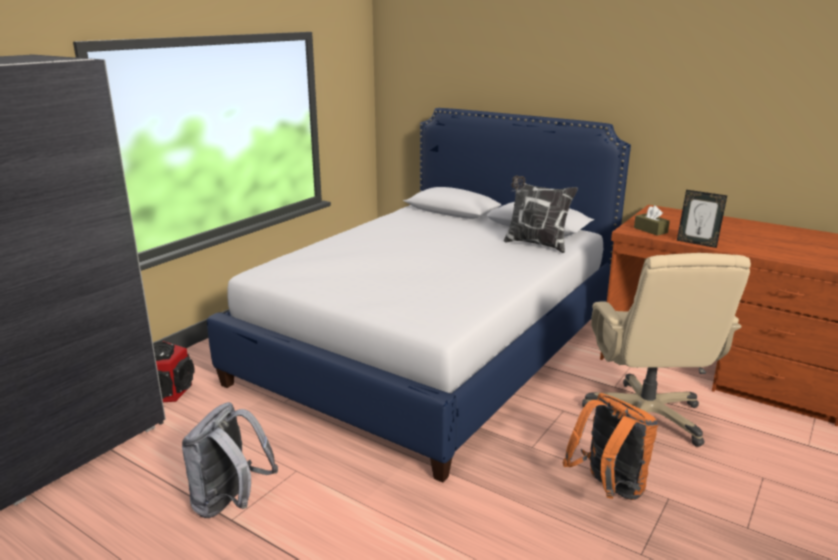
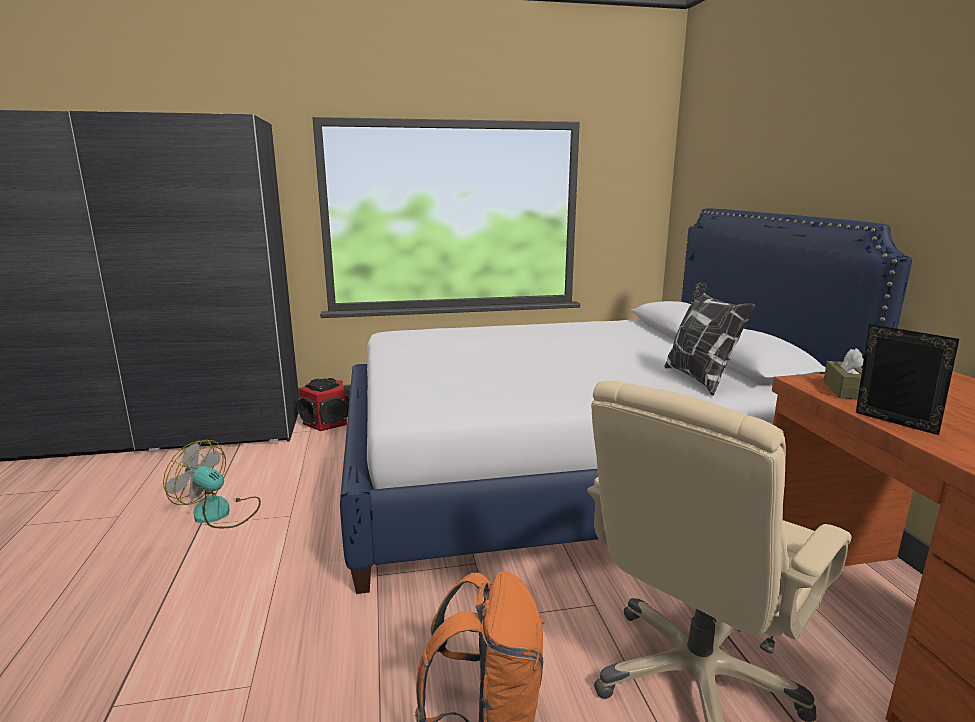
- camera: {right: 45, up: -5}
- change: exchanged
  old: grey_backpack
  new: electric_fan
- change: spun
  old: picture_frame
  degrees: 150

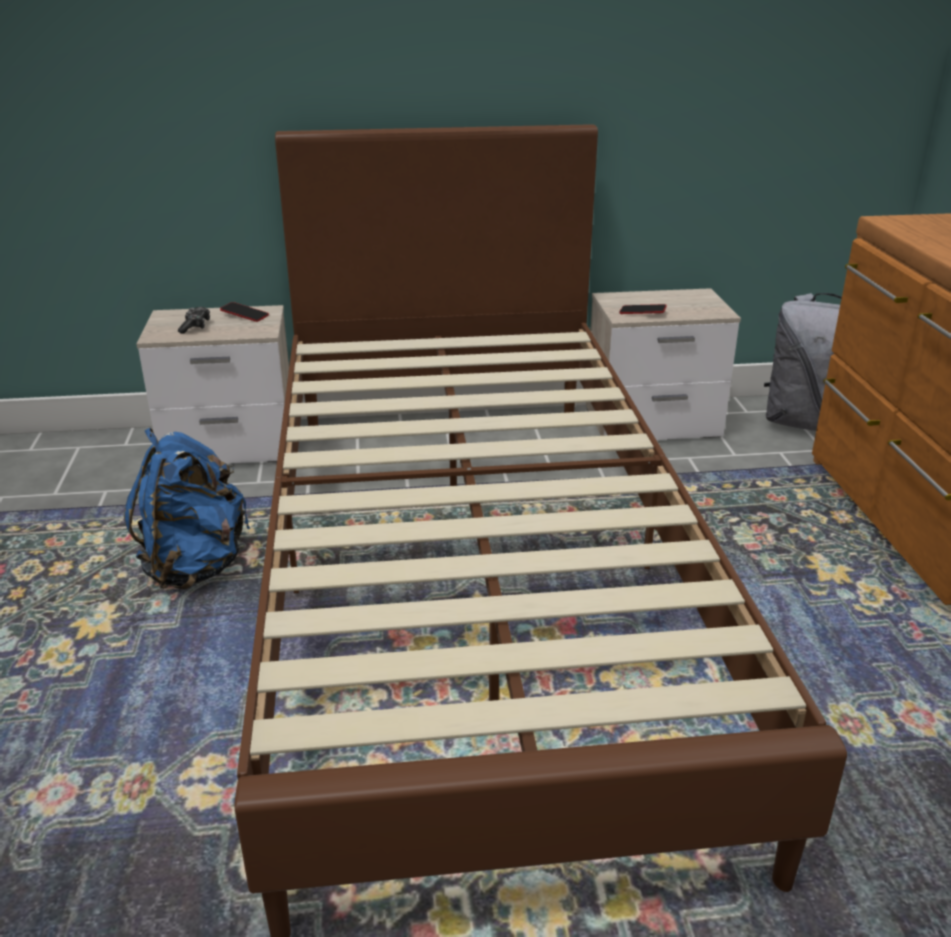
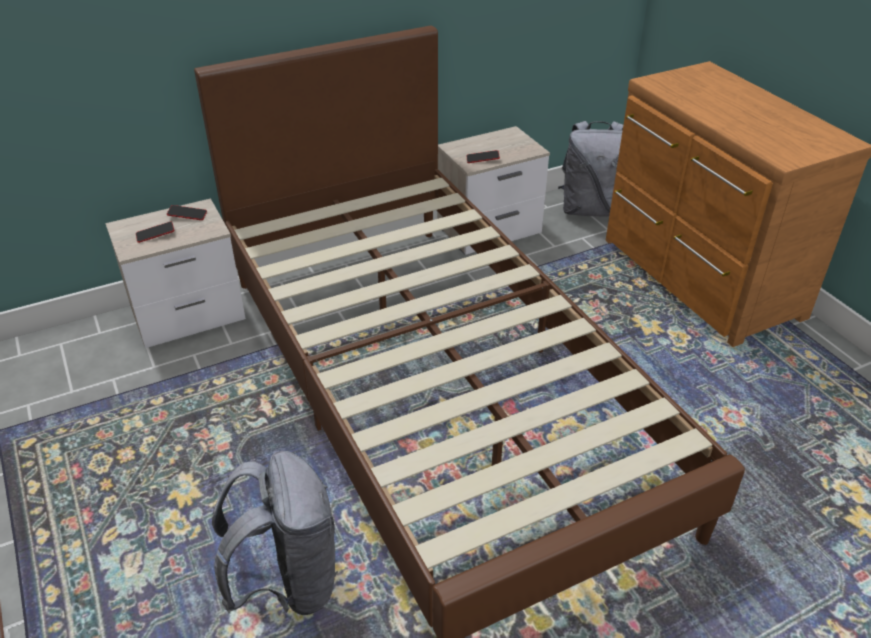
- camera: {right: -20, up: 10}
- change: missing
  old: bluish_backpack
- change: appeared
  new: grey_backpack (no. 1 from left)
- change: exchanged
  old: game_controller
  new: handset (no. 1 from left)

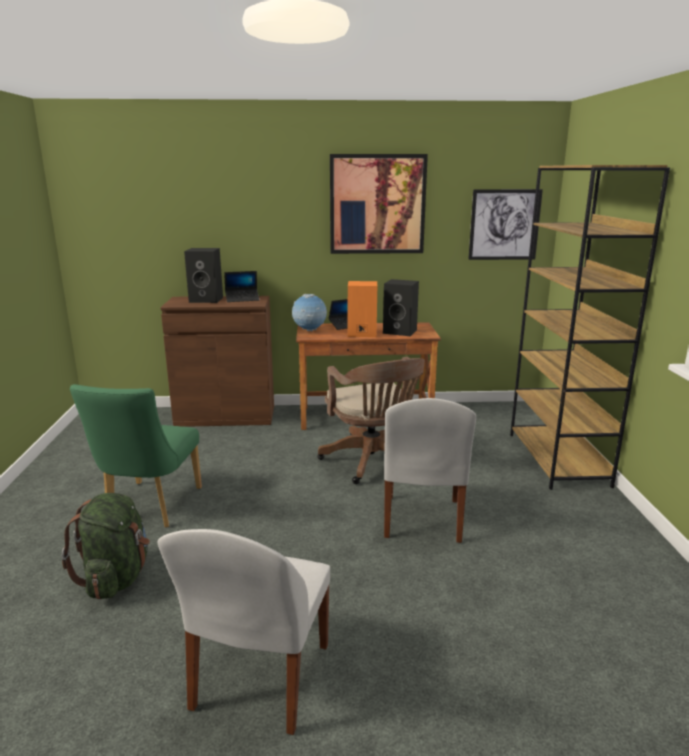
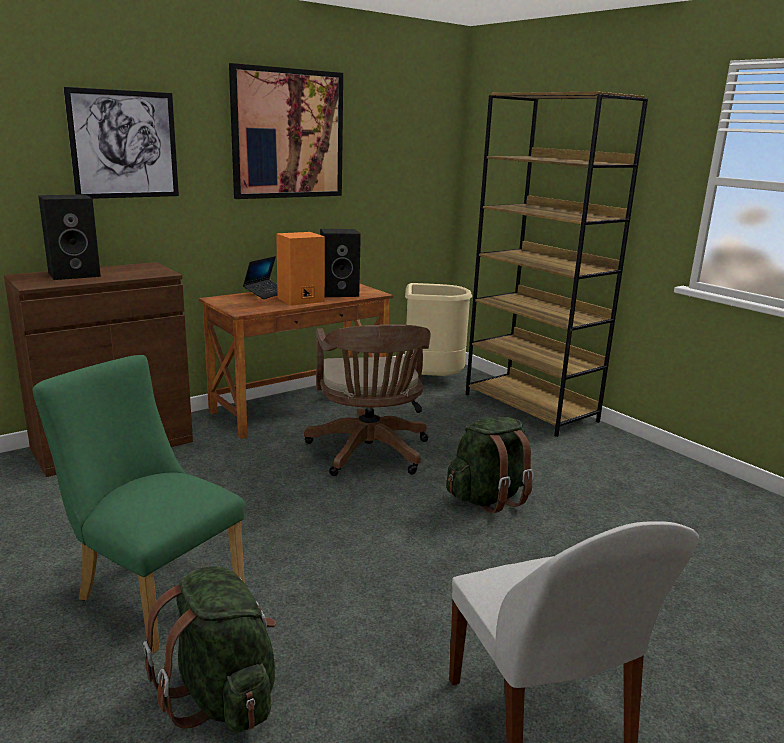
- camera: {right: -35, up: 0}
- change: missing
  old: portable_computer (no. 1 from left)
- change: missing
  old: globe
- change: appeared
  new: beige_waste_bin
- change: relocated
  old: wall_art (no. 2 from left in the first image)
  new: wall_art (no. 1 from left)
- change: exchanged
  old: white_upright_chair (no. 2 from left)
  new: green_backpack (no. 2 from left)
- change: spun
  old: green_upright_chair
  degrees: 150
- change: spun
  old: brownish_desk_chair
  degrees: 45

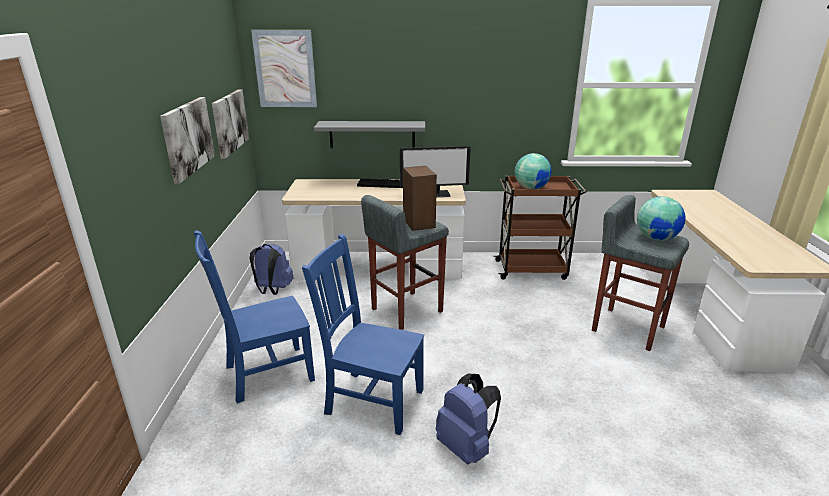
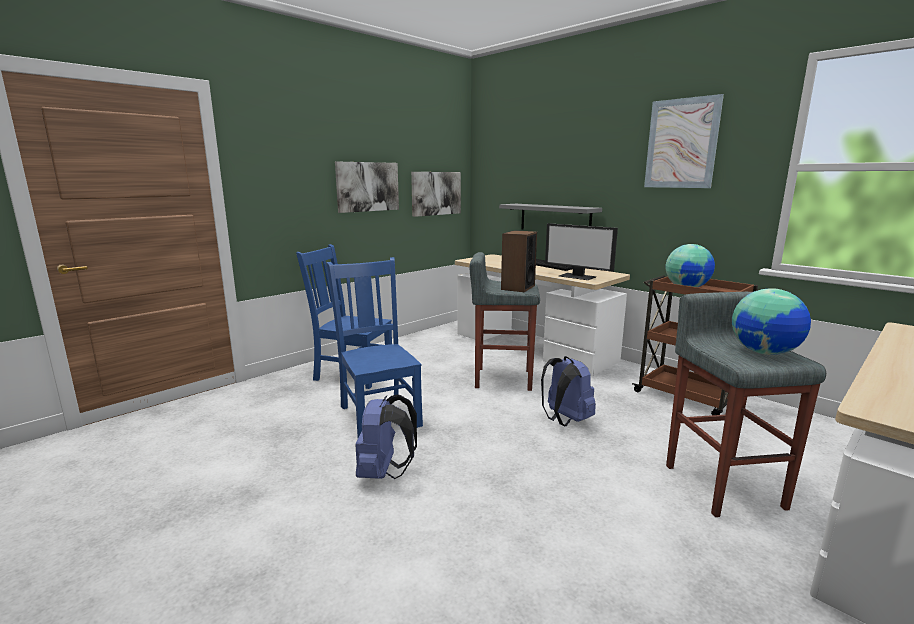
- camera: {right: 45, up: -10}
- change: relocated
  old: bluish_backpack (no. 1 from left in the first image)
  new: bluish_backpack (no. 2 from left)
- change: relocated
  old: wall_art (no. 3 from left)

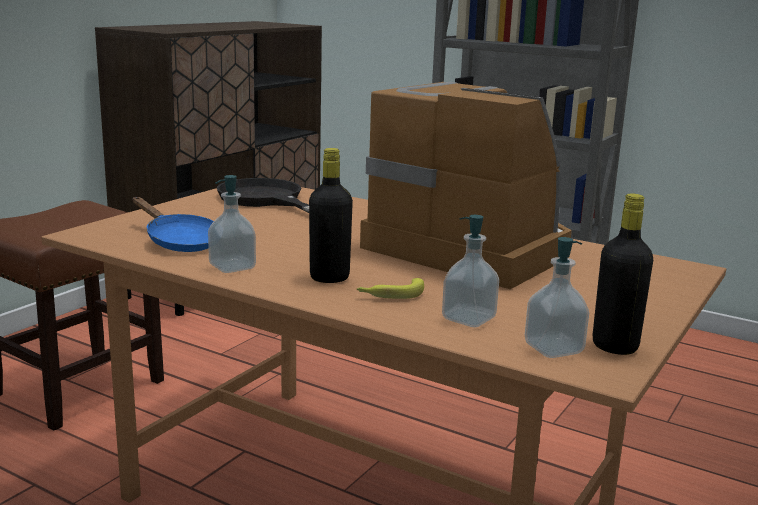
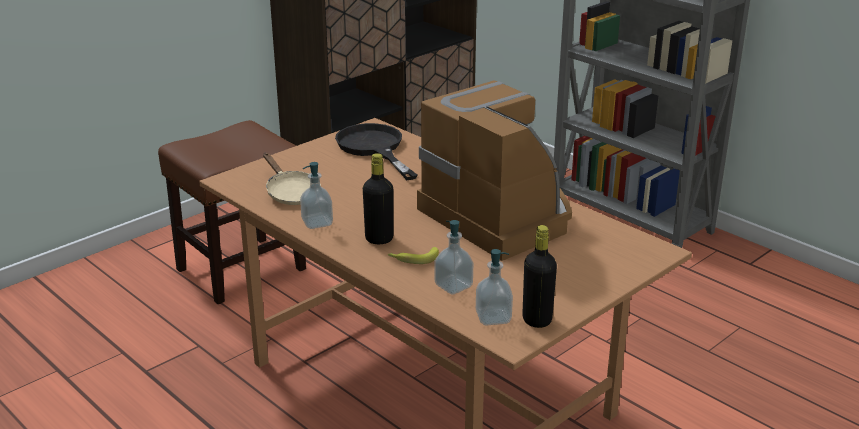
- camera: {right: 15, up: 10}
- change: colour
  old: bluish_pan
  new: beige_pan

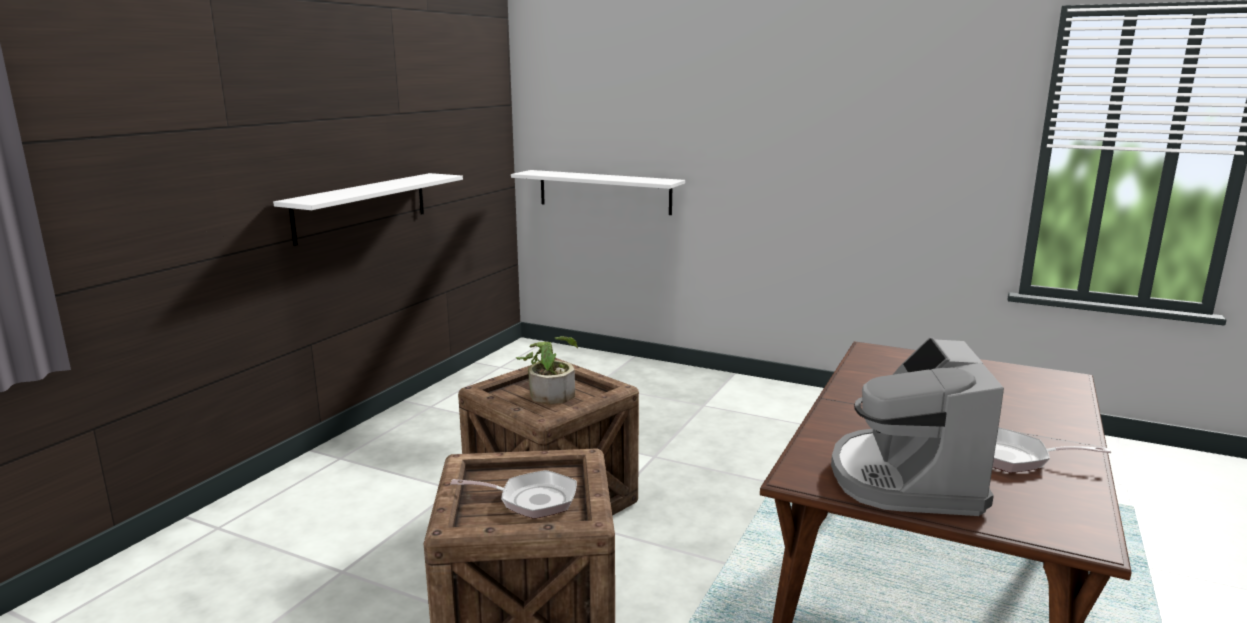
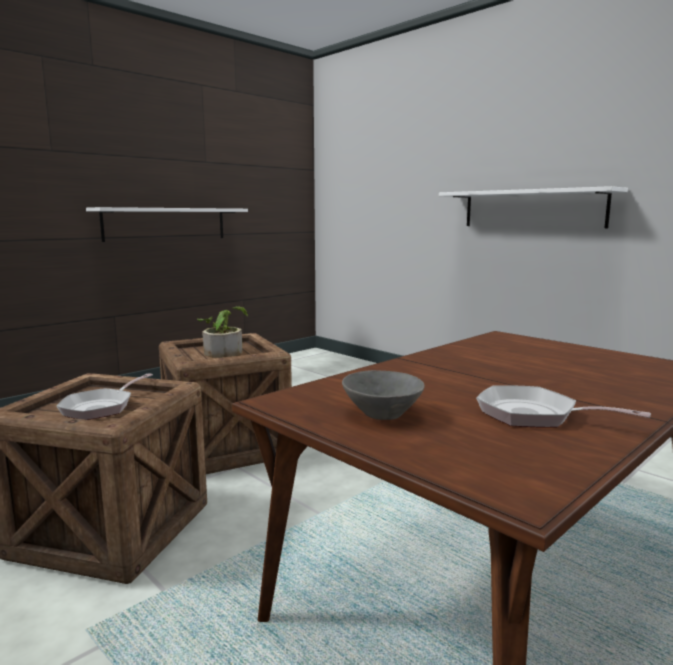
- camera: {right: 20, up: -5}
- change: relocated
  old: white_shelf (no. 2 from left)
- change: exchanged
  old: coffee_maker
  new: grey_deep_dish
- change: spun
  old: pan (no. 1 from left)
  degrees: 90

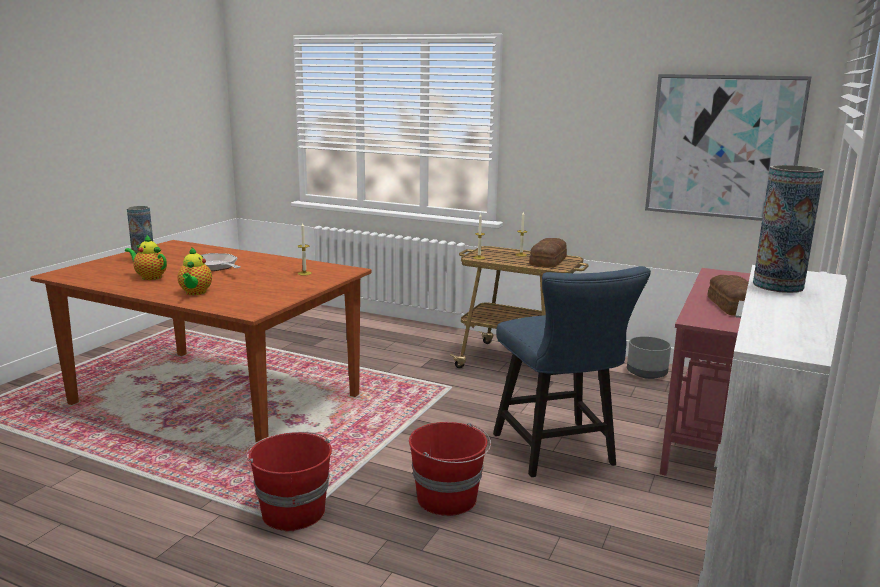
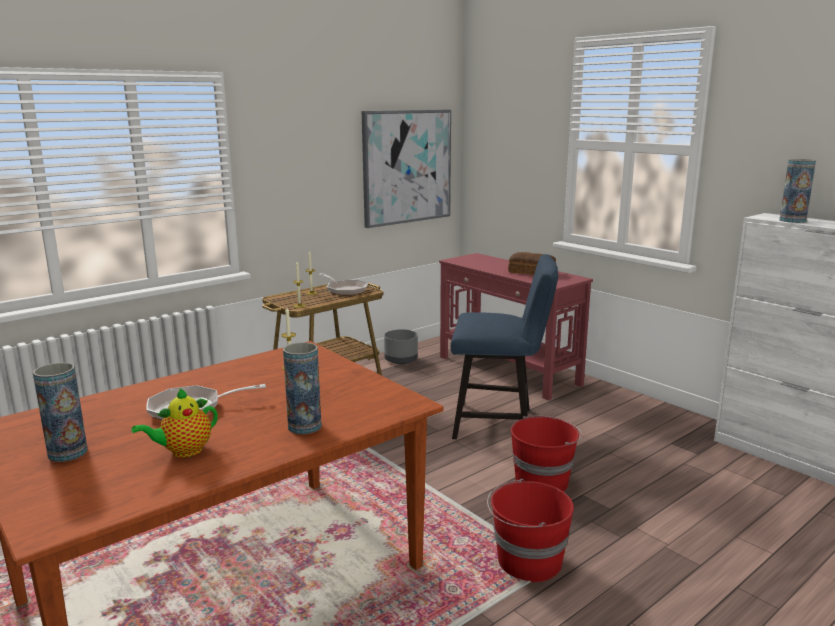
- camera: {right: -65, up: 0}
- change: exchanged
  old: tea_pot (no. 2 from left)
  new: vase (no. 2 from left)
- change: exchanged
  old: baked_bread (no. 1 from left)
  new: pan (no. 2 from left)

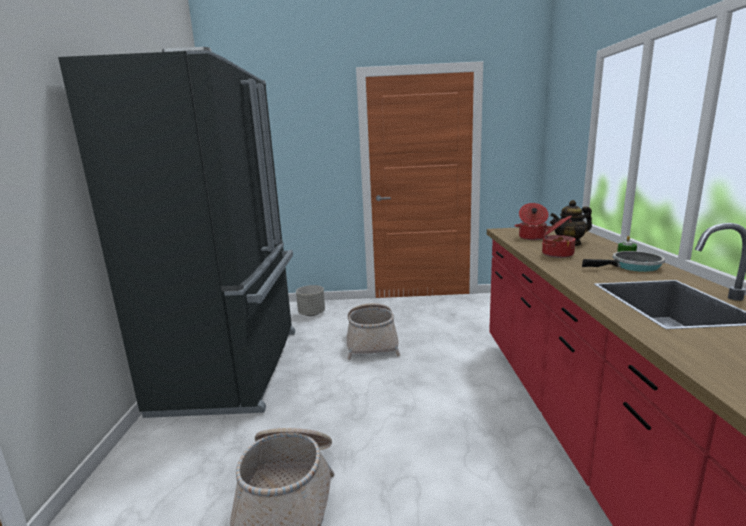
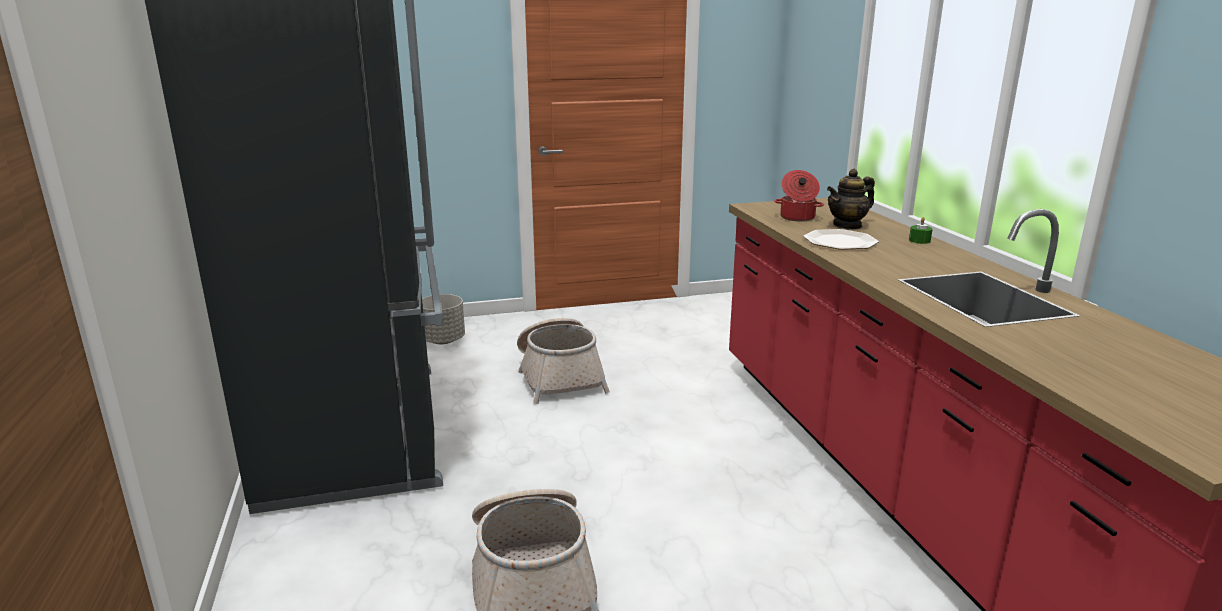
- camera: {right: -15, up: 5}
- change: missing
  old: pan
- change: exchanged
  old: stockpot (no. 2 from left)
  new: flat_dish

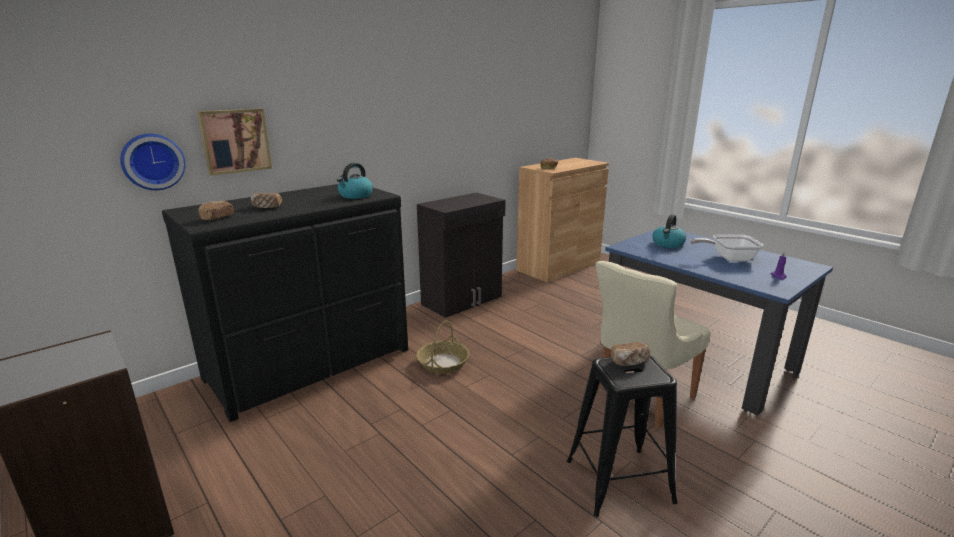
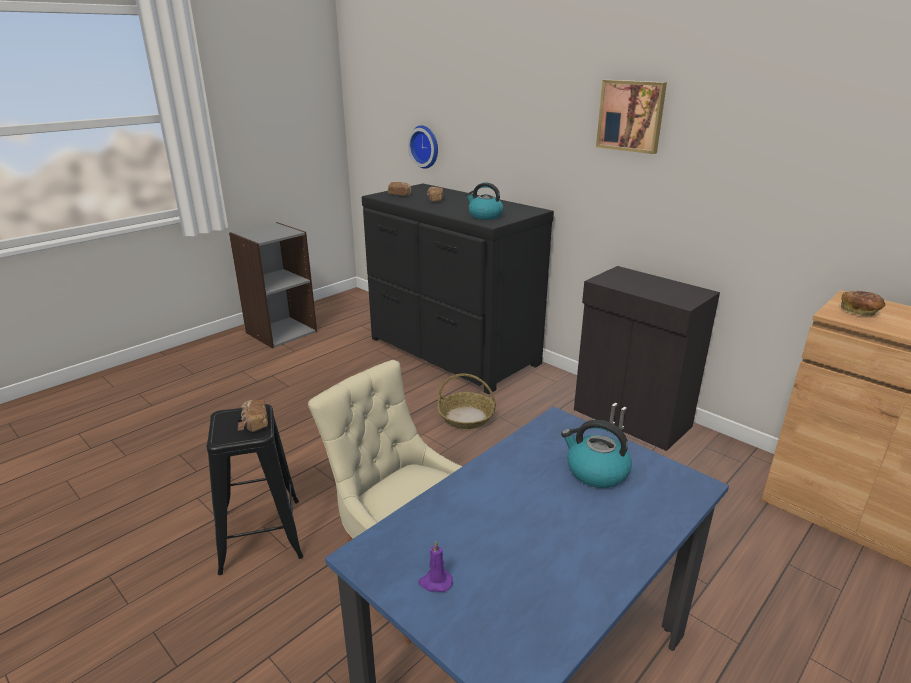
- camera: {right: 85, up: 5}
- change: missing
  old: pan
- change: relocated
  old: wall_art

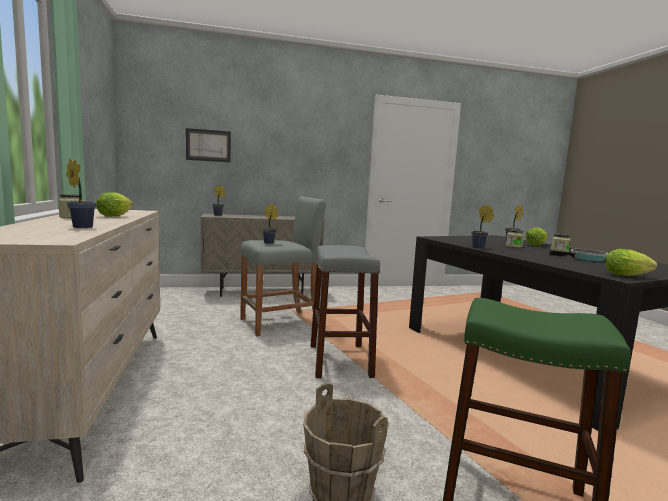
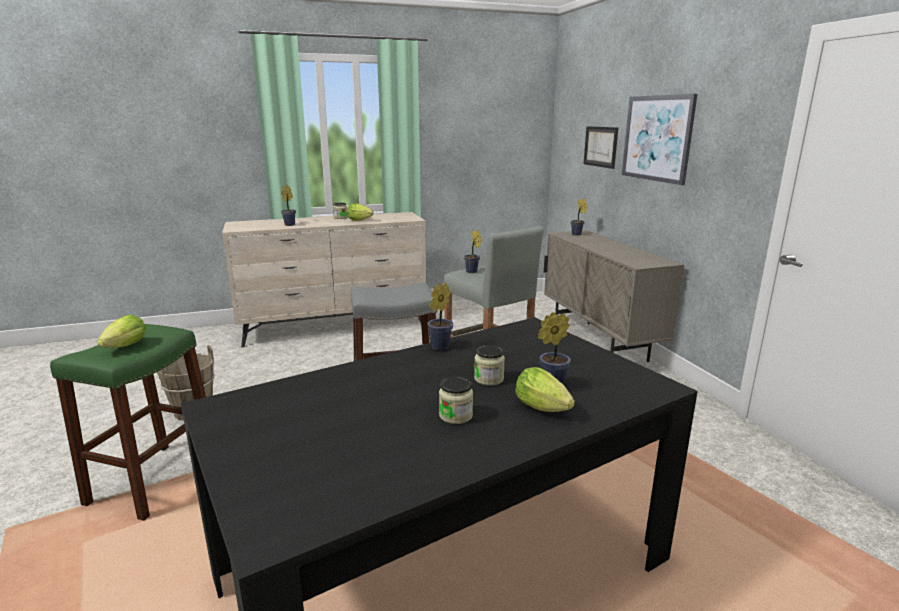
- camera: {right: 85, up: 10}
- change: missing
  old: pan
- change: appeared
  new: wall_art (no. 2 from left)
- change: relocated
  old: head_of_lettuce (no. 3 from left in the first image)
  new: head_of_lettuce (no. 1 from left)

